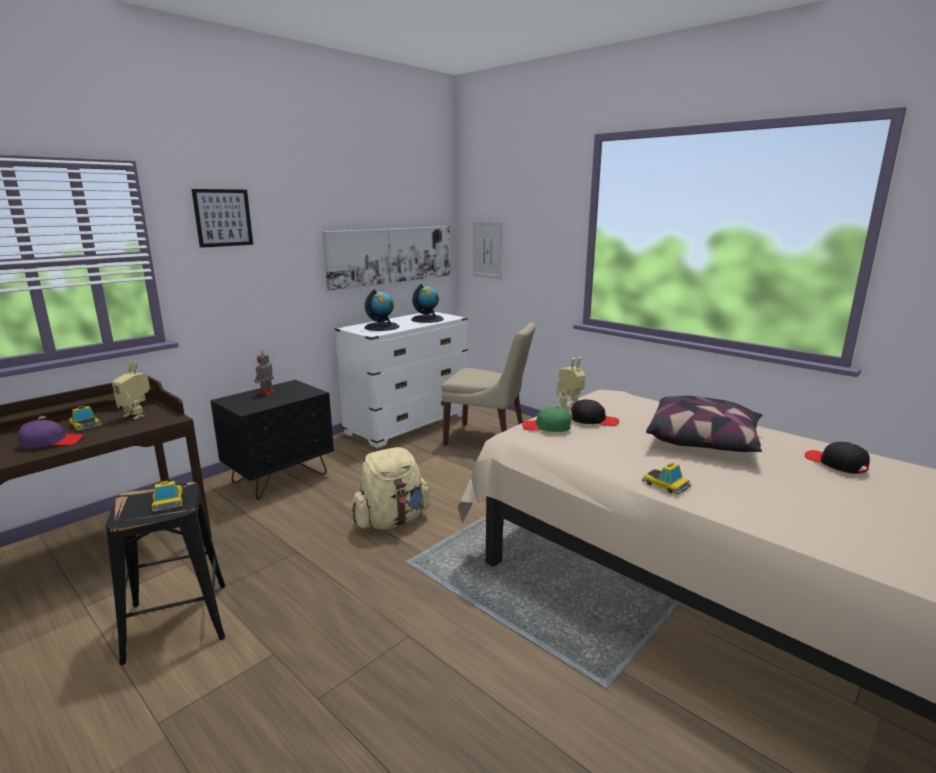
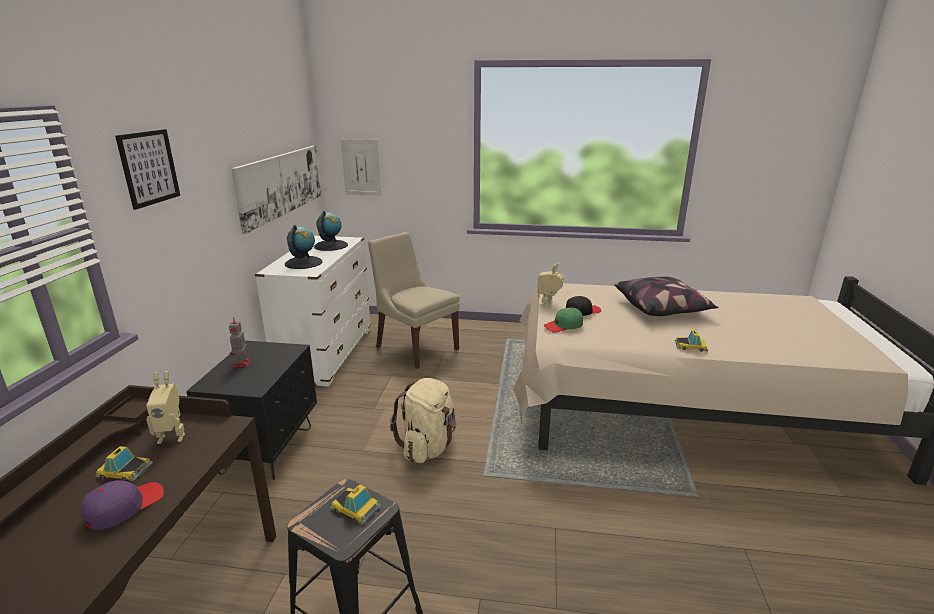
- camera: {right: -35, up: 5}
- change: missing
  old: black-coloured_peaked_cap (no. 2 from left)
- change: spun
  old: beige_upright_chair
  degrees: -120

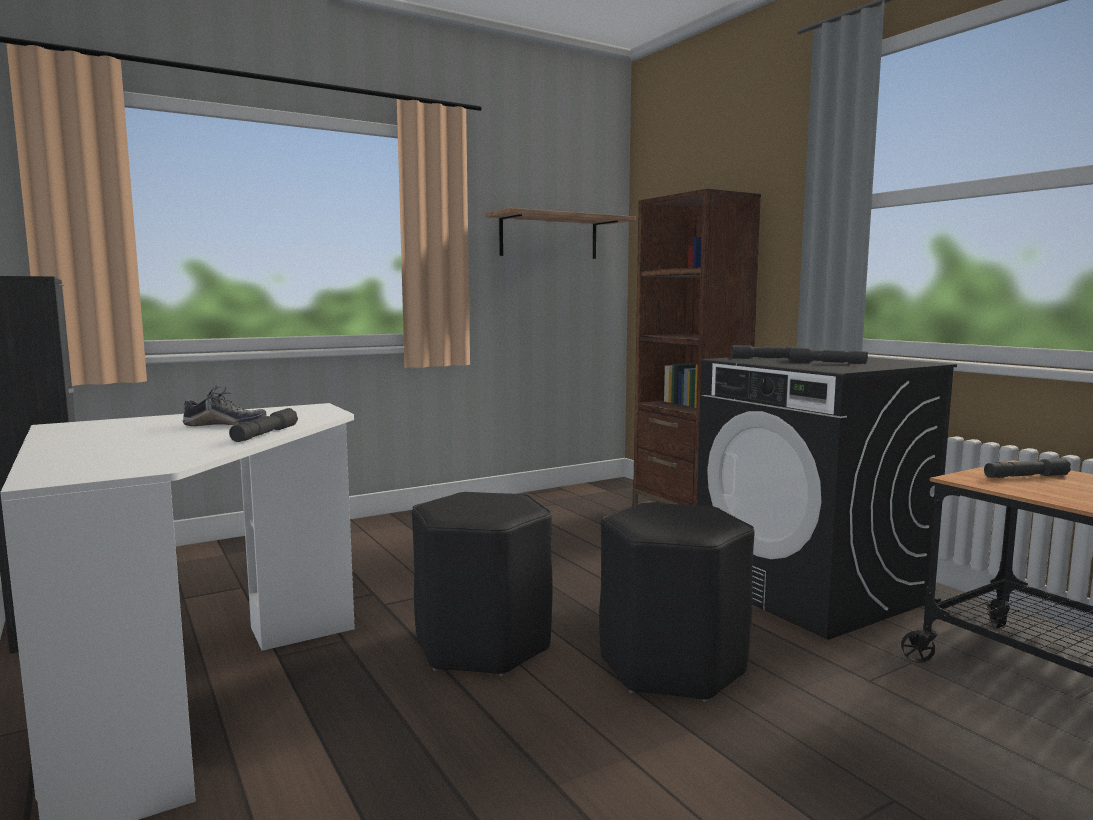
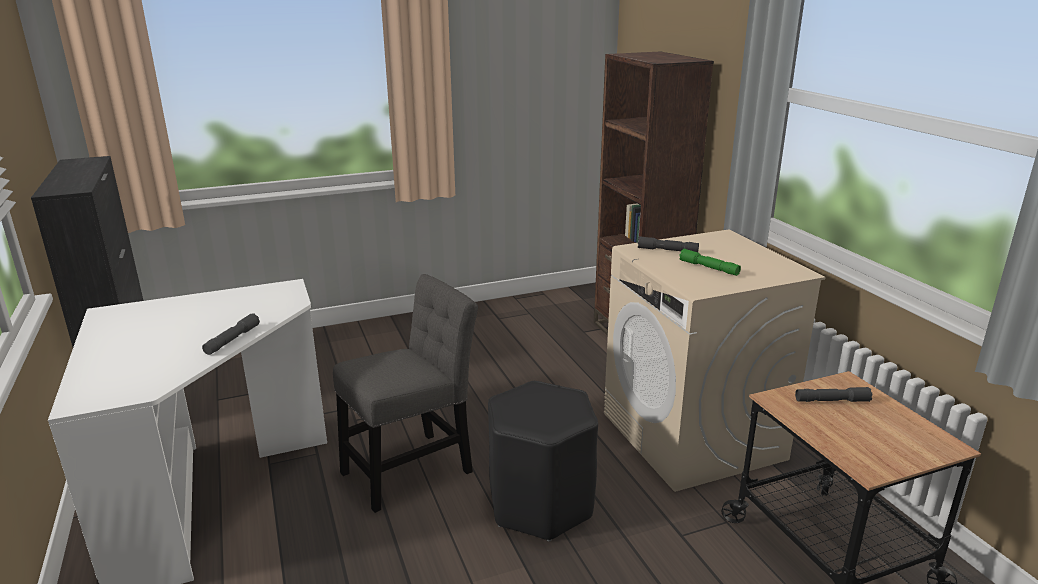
- camera: {right: 10, up: 15}
- change: missing
  old: low_shoe
- change: missing
  old: shelf
- change: exchanged
  old: black-coloured_stool_seat (no. 1 from left)
  new: grey_upright_chair
- change: colour
  old: black-coloured_laundry_machine
  new: beige_laundry_machine
- change: colour
  old: grey_torch (no. 3 from left)
  new: green_torch

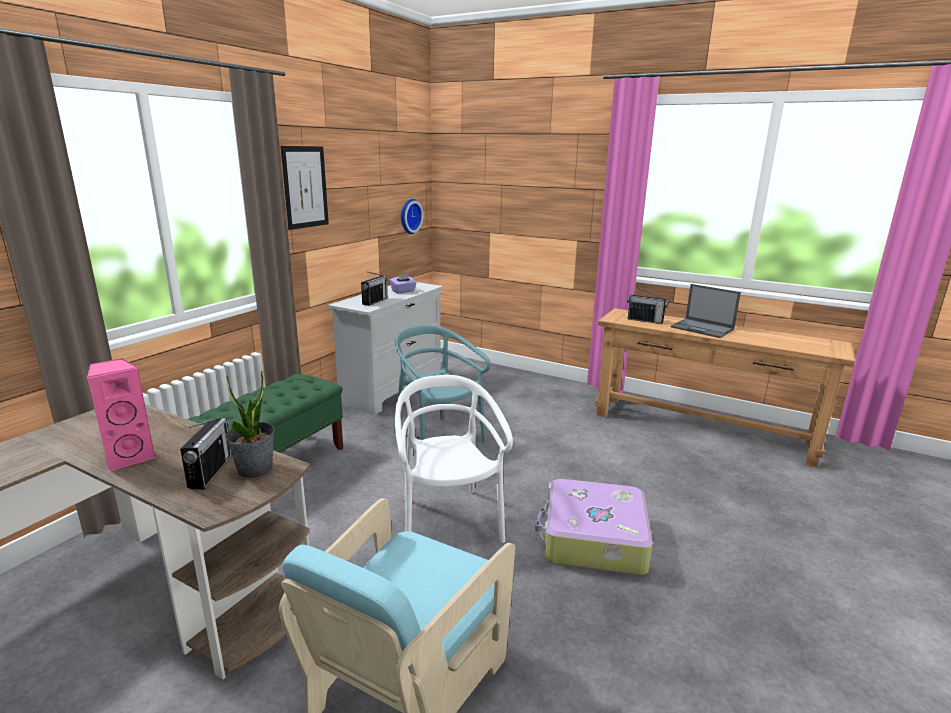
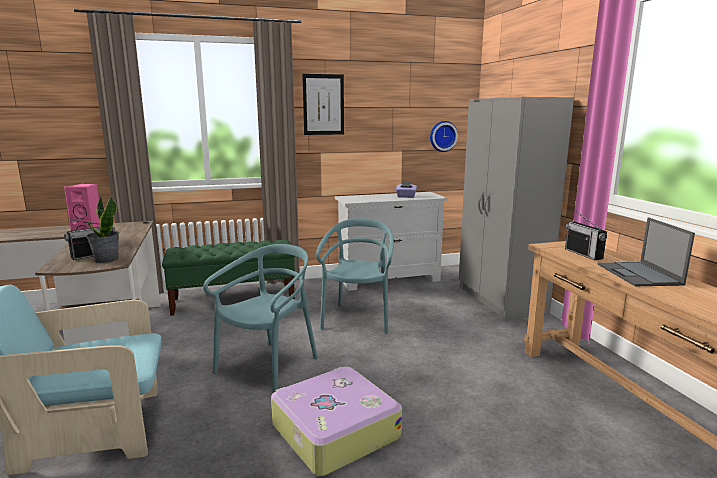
- camera: {right: 45, up: -5}
- change: missing
  old: radio_set (no. 2 from left)
- change: appeared
  new: grey_wardrobe
- change: colour
  old: white_upright_chair
  new: blue-green_upright_chair (no. 1 from left)

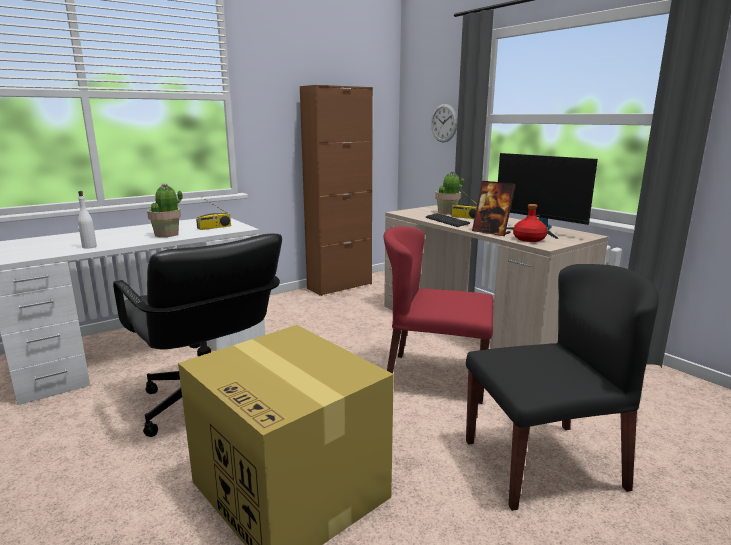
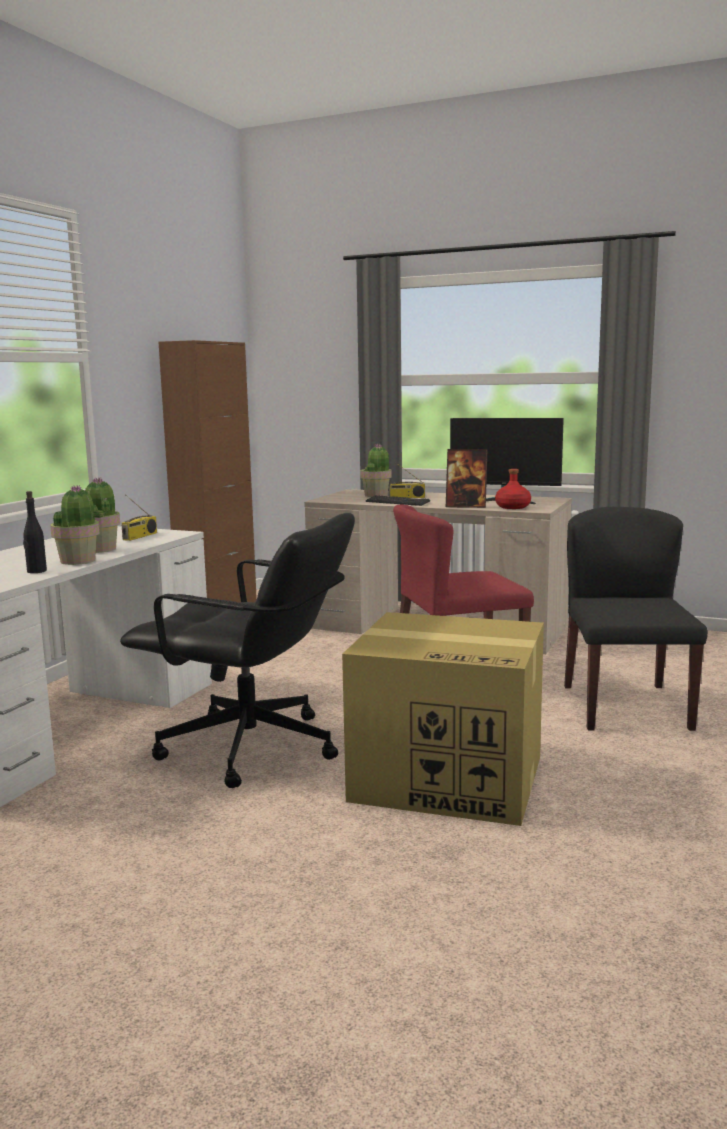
- camera: {right: -30, up: -5}
- change: missing
  old: wall_clock
- change: appeared
  new: potted_plant (no. 1 from left)
- change: colour
  old: white_bottle
  new: black-coloured_bottle
- change: spun
  old: black-coloured_upright_chair
  degrees: -45

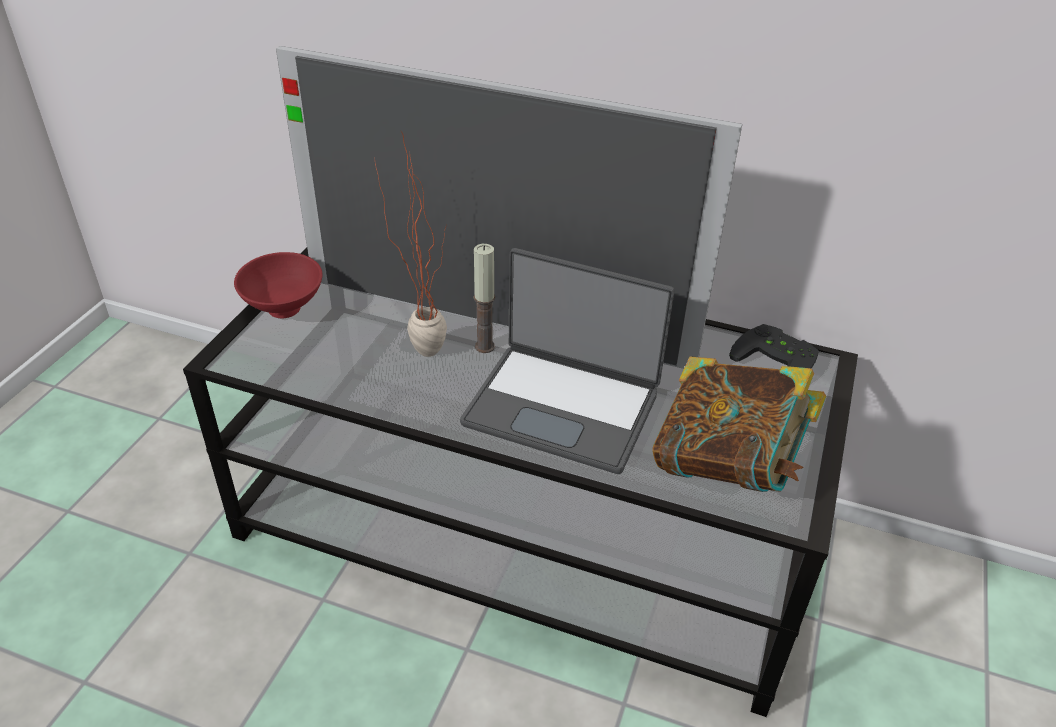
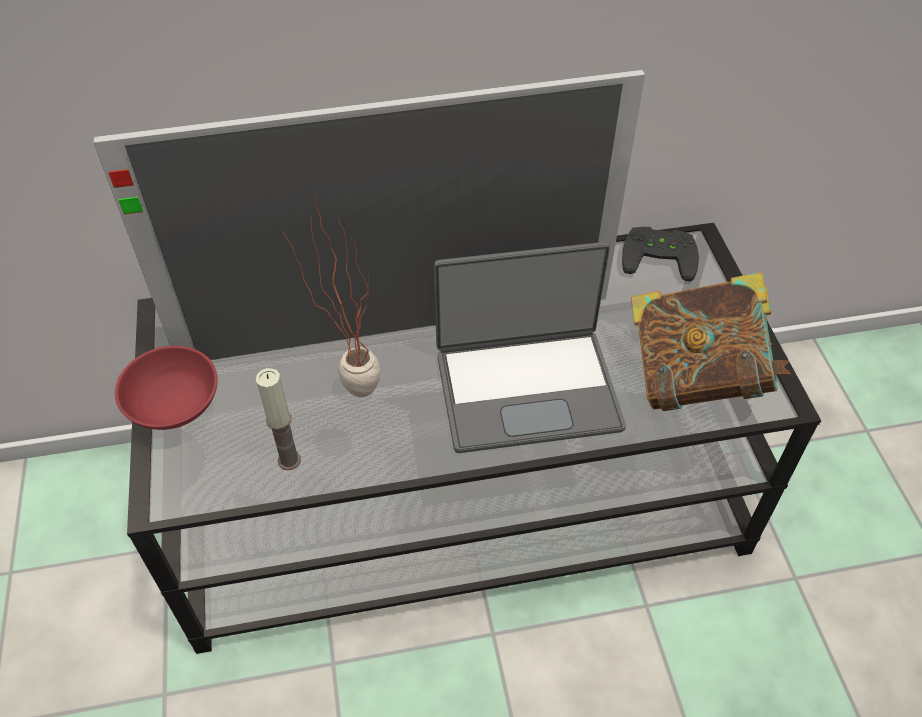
- camera: {right: -30, up: 10}
- change: relocated
  old: wax_candle

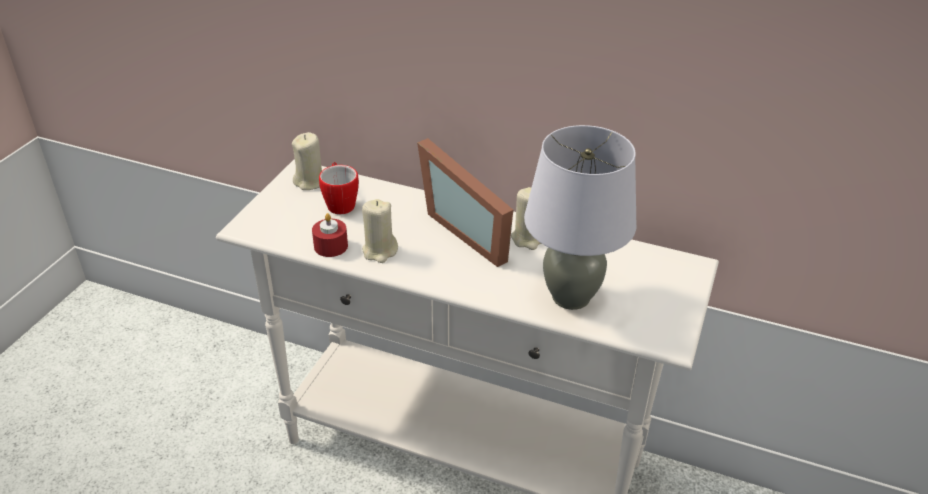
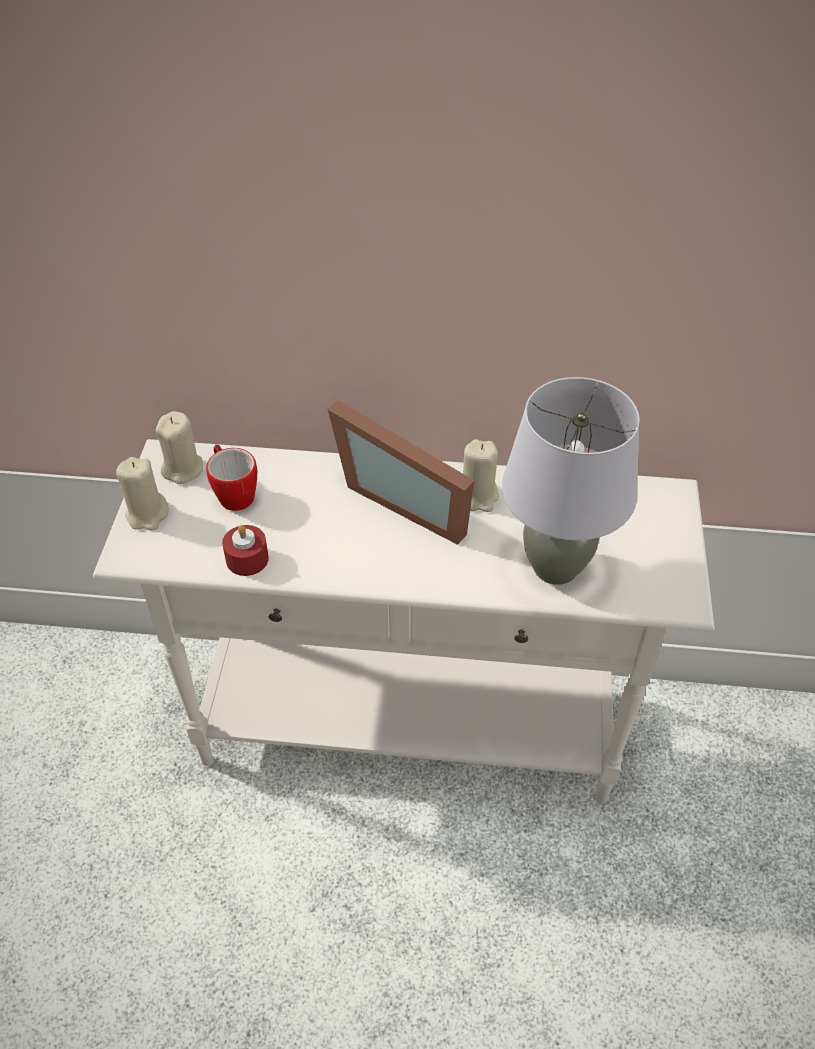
- camera: {right: -15, up: 10}
- change: relocated
  old: beige_wax_candle (no. 2 from left in the first image)
  new: beige_wax_candle (no. 1 from left)

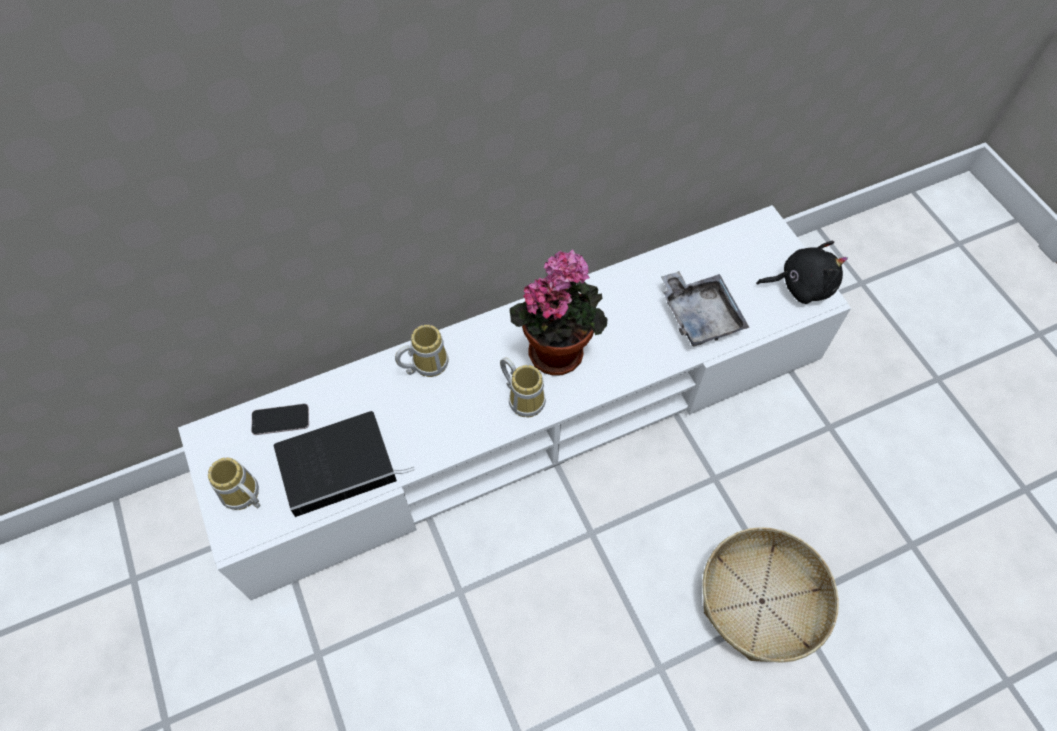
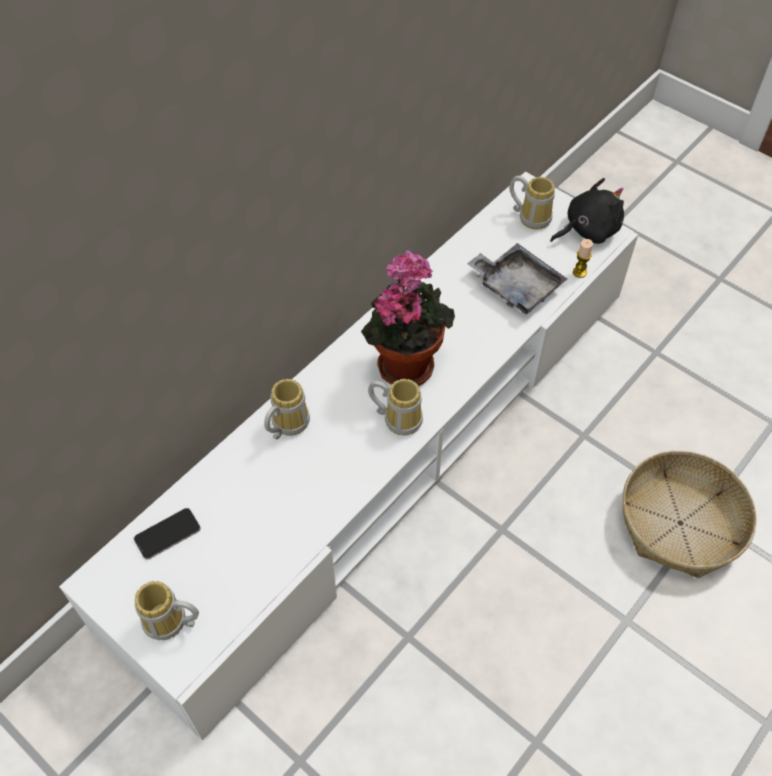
- camera: {right: -25, up: -5}
- change: missing
  old: volume
- change: appeared
  new: coffee_mug (no. 4 from left)
- change: appeared
  new: wax_candle

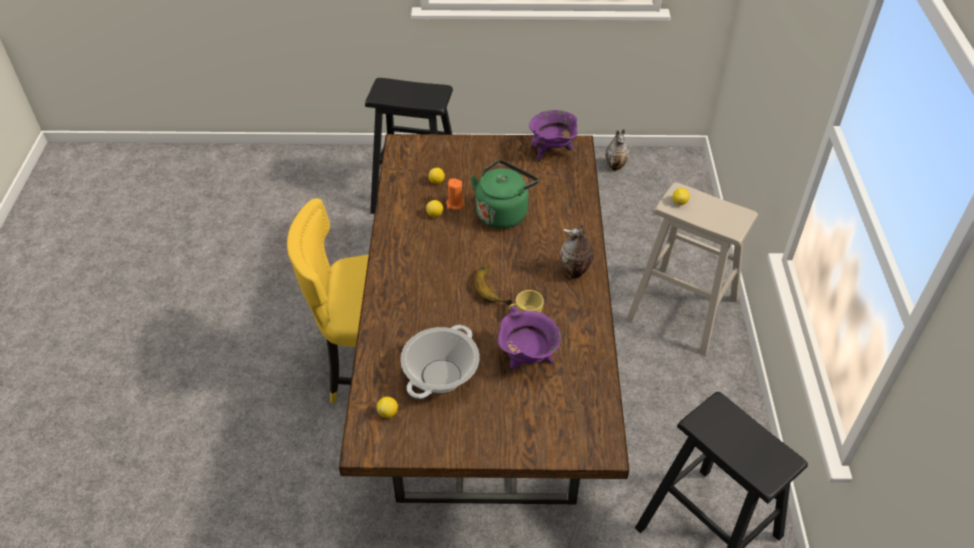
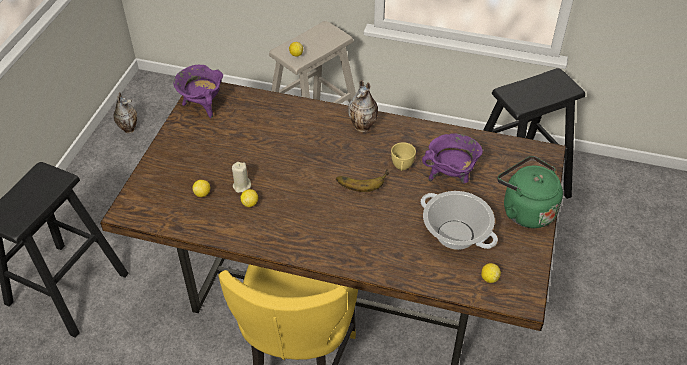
- camera: {right: -75, up: 0}
- change: relocated
  old: green_kettle
- change: colour
  old: orange_wax_candle
  new: beige_wax_candle

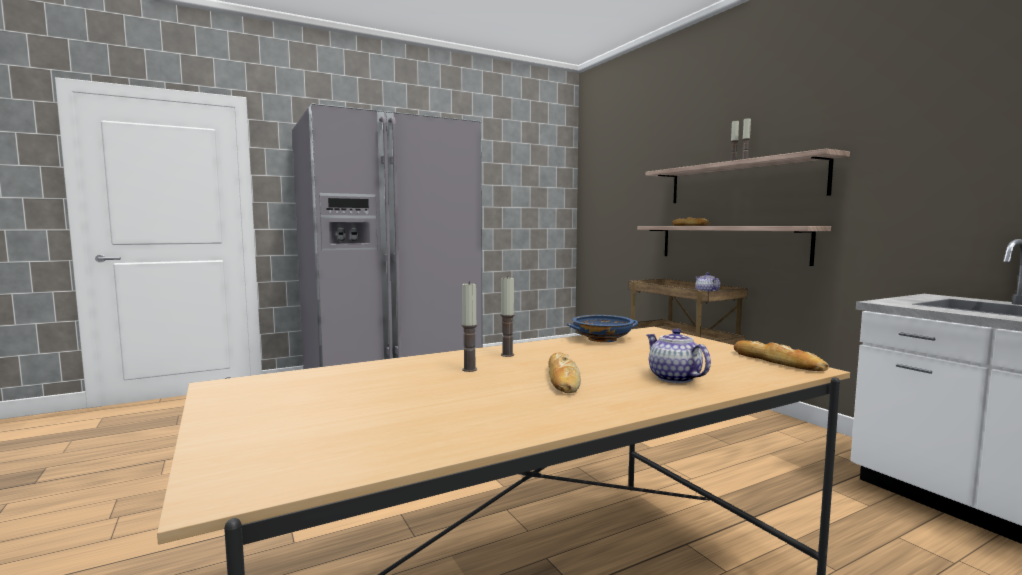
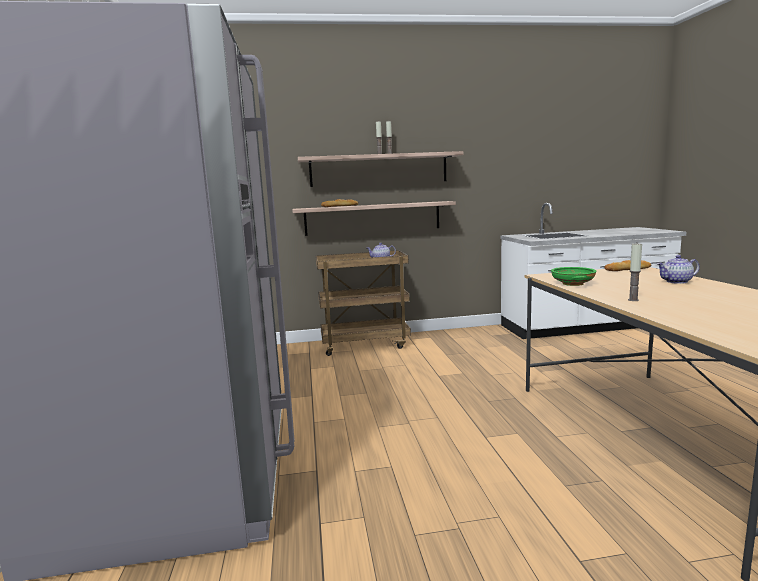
- camera: {right: -70, up: 5}
- change: missing
  old: wax_candle (no. 1 from left)
- change: missing
  old: baked_bread (no. 1 from left)
- change: colour
  old: bluish_deep_dish
  new: green_deep_dish

